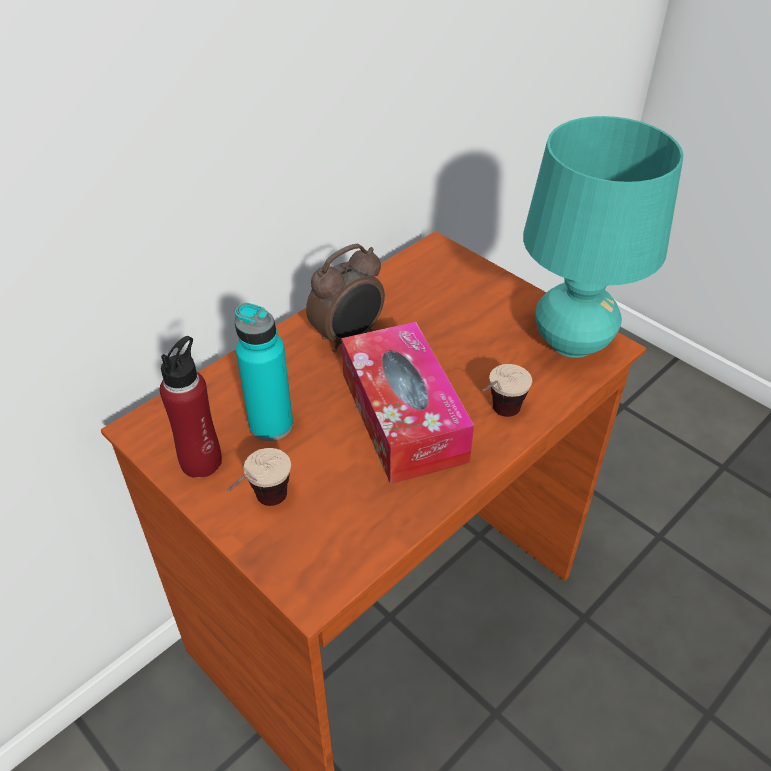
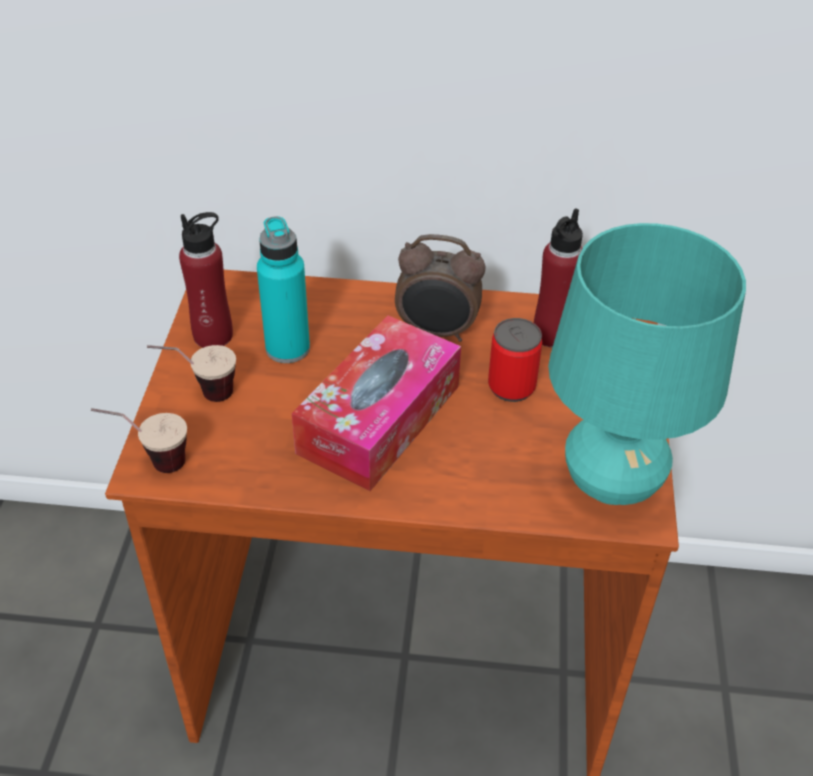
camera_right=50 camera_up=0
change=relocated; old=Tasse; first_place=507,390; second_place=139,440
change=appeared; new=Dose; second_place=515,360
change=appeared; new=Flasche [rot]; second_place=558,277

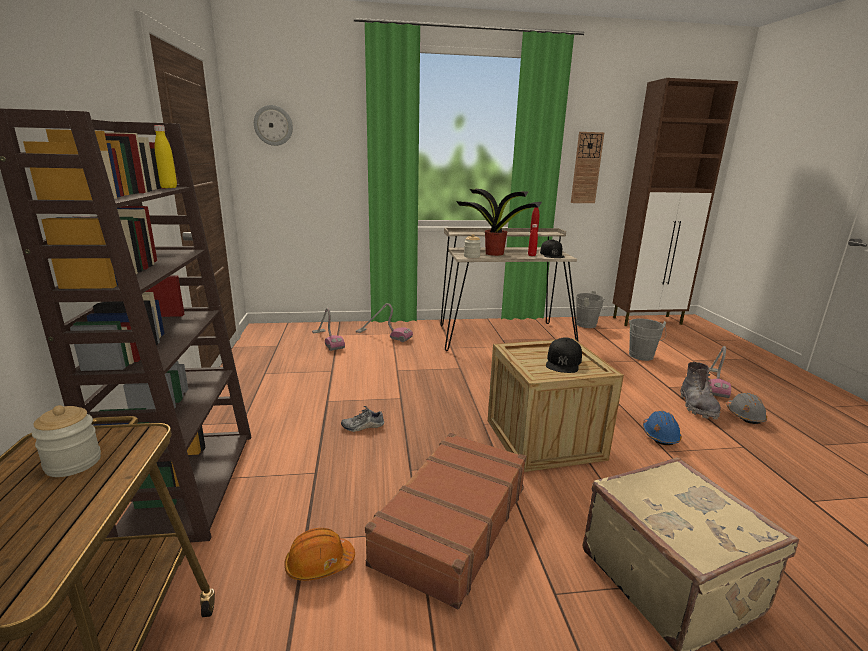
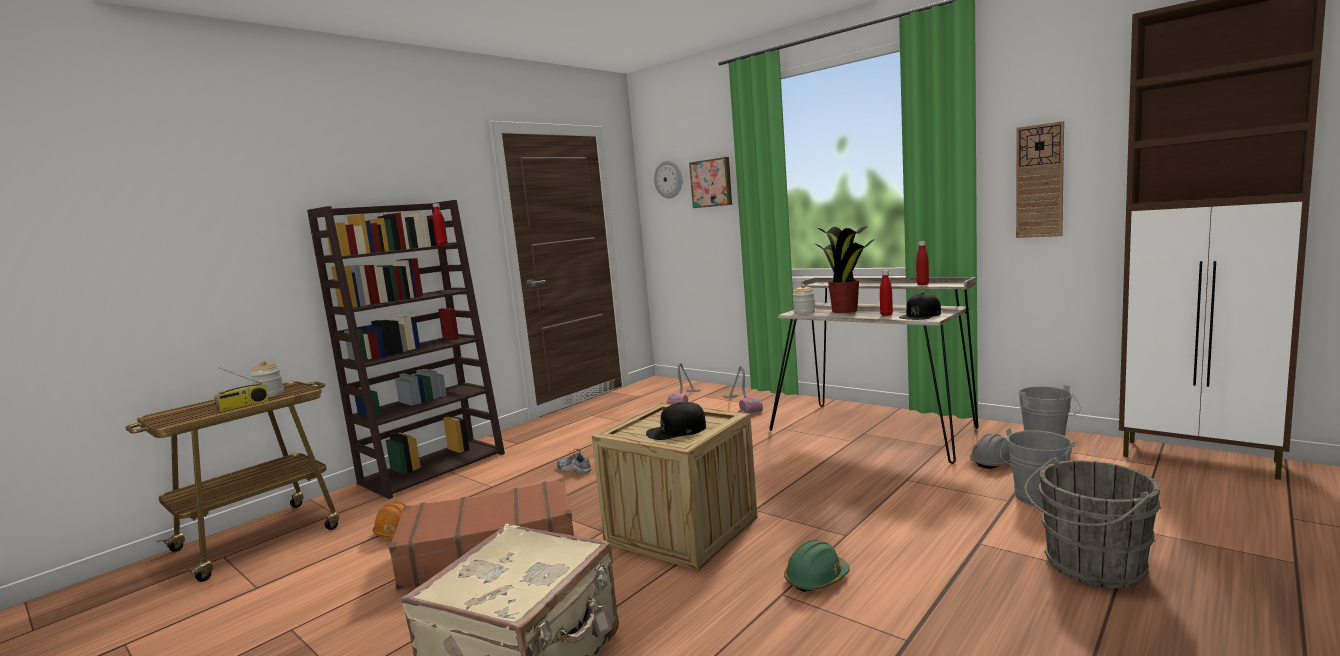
camera_right=50 camera_up=-10
change=colour; old=Flasche [gelb]; new=Flasche [rot]; first_place=165,156; second_place=440,224
change=colour; old=Schutzhelm [blau]; new=Schutzhelm [grün]; first_place=662,428; second_place=817,566
change=missing; old=Stiefel [grau]; first_place=700,390
change=exchanged; old=Staubsauger; new=Eimer [grau]; first_place=720,372; second_place=1092,522
change=relocated; old=Schutzhelm [grau]; first_place=746,408; second_place=990,451
change=appeared; new=Radio; second_place=241,389
change=appeared; new=Bild; second_place=710,182

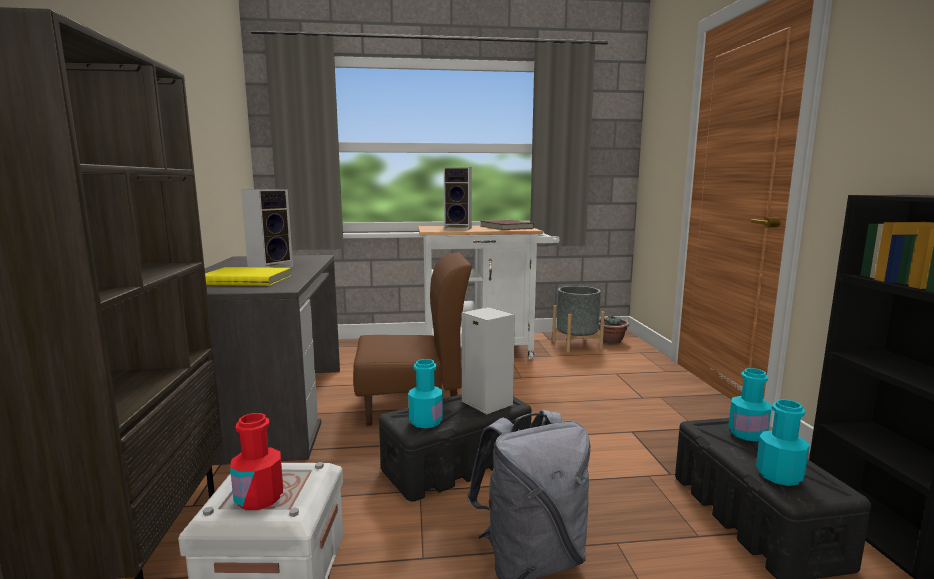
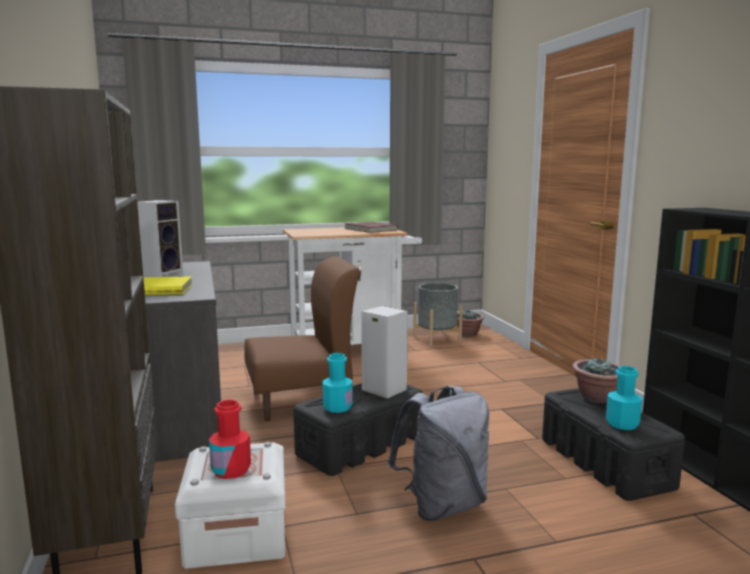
camera_right=-10 camera_up=0
change=missing; old=Lautsprecher; first_place=458,198
change=exchanged; old=Flasche [türkis]; new=Topfpflanze; first_place=750,404; second_place=595,380

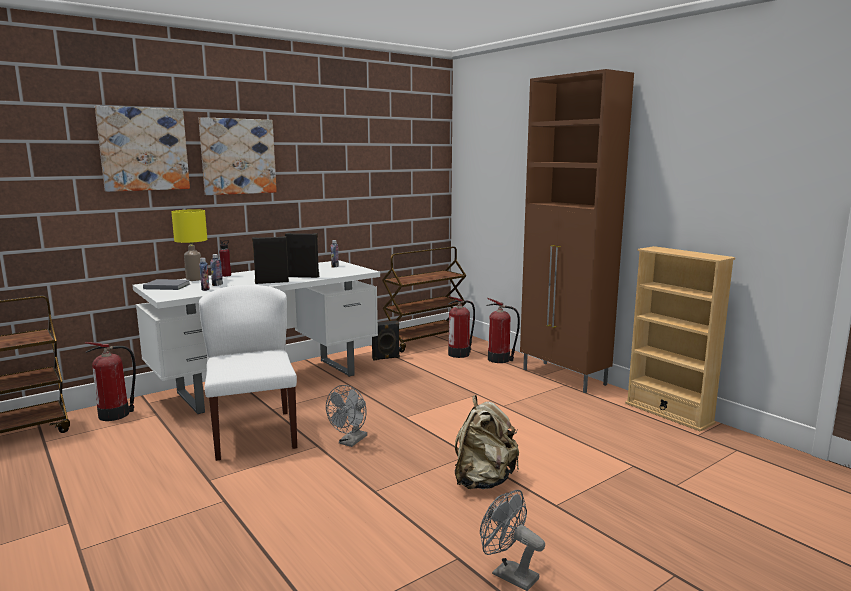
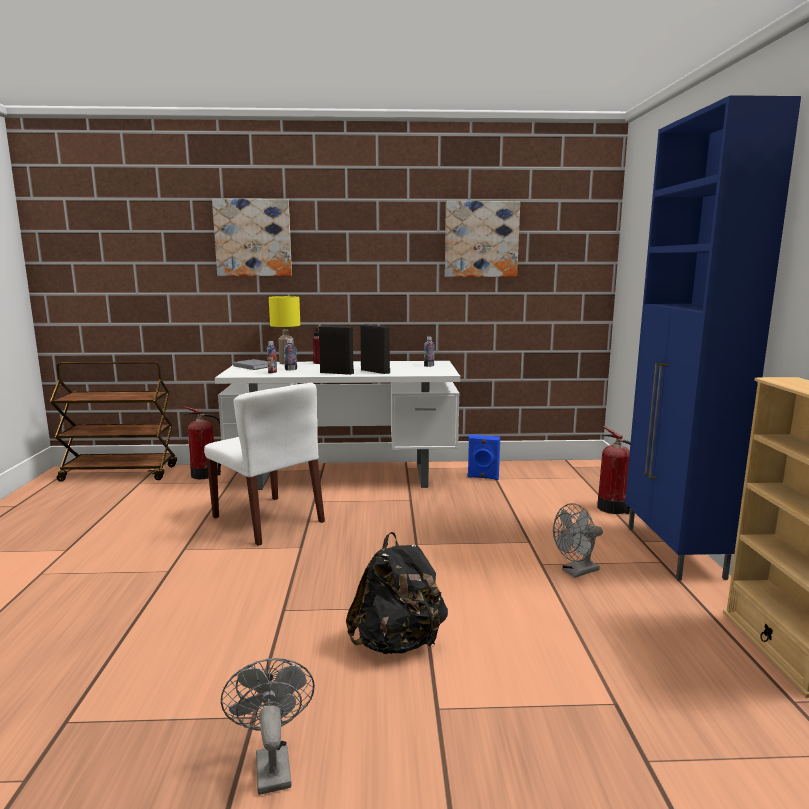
camera_right=35 camera_up=0
change=relocated; old=Bild; first_place=238,156; second_place=482,239
change=spun; old=Stuhl [weiß]; first_place=248,373; second_place=264,464; degrees=120
change=relocated; old=Ventilator [grau]; first_place=346,416; second_place=578,540
change=colour; old=Lautsprecher [schwarz]; new=Lautsprecher [blau]; first_place=386,340; second_place=483,457
change=missing; old=Rollwagen [braun]; first_place=424,299
change=missing; old=Feuerlöscher; first_place=461,327
change=colour; old=Rucksack [beige]; new=Rucksack [schwarz]; first_place=487,442; second_place=397,593
change=colour; old=Schrank [braun]; new=Schrank [blau]; first_place=577,231; second_place=713,338

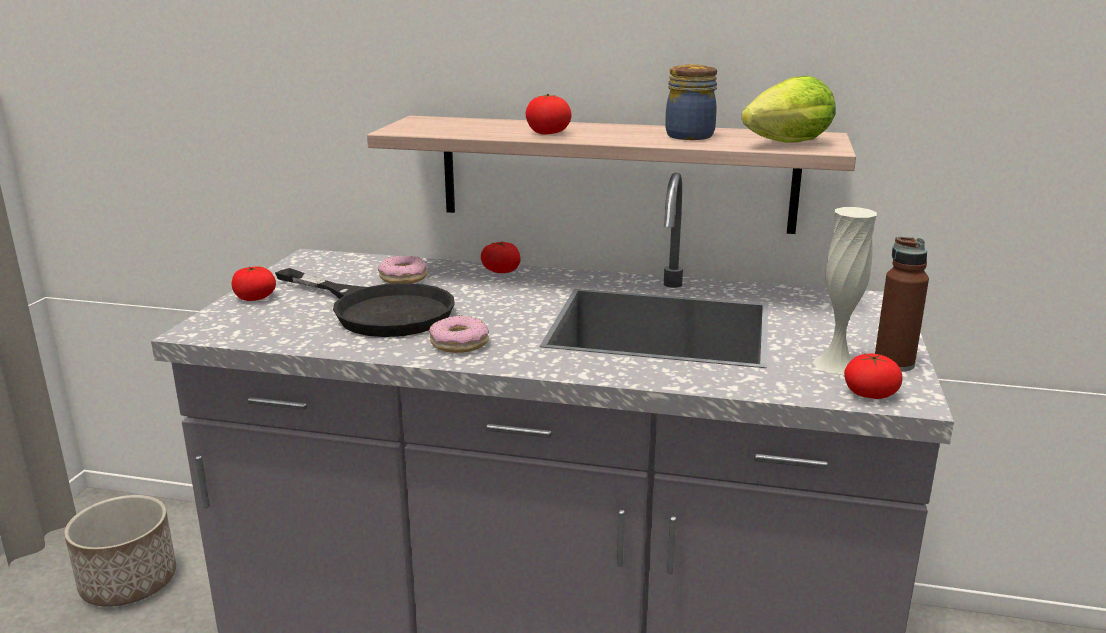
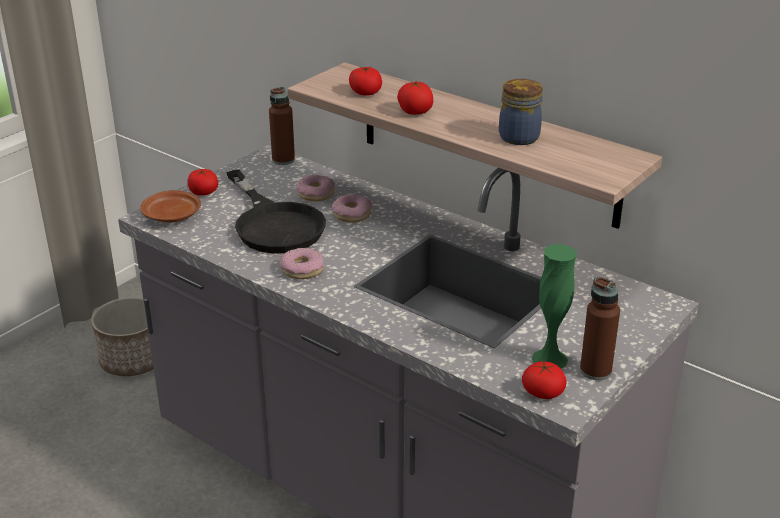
camera_right=25 camera_up=10
change=relocated; old=Tomate; first_place=501,257; second_place=365,81
change=missing; old=Salatkopf; first_place=788,109
change=colour; old=Vase [weiß]; new=Vase [grün]; first_place=845,290; second_place=554,306
change=appeared; new=Teller [braun]; second_place=170,206
change=appeared; new=Flasche [braun]; second_place=282,126
change=appeared; new=Donut; second_place=352,208

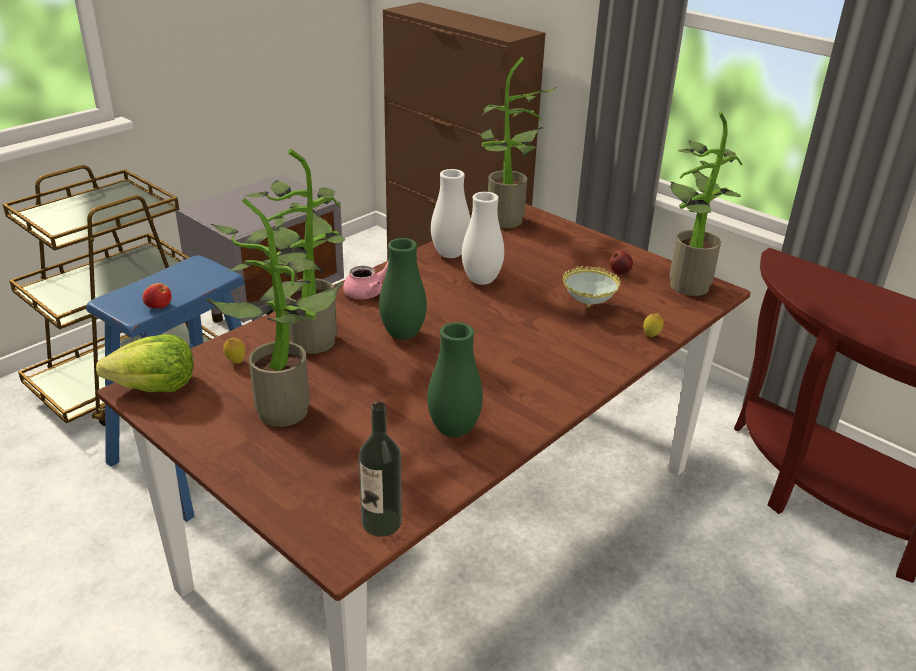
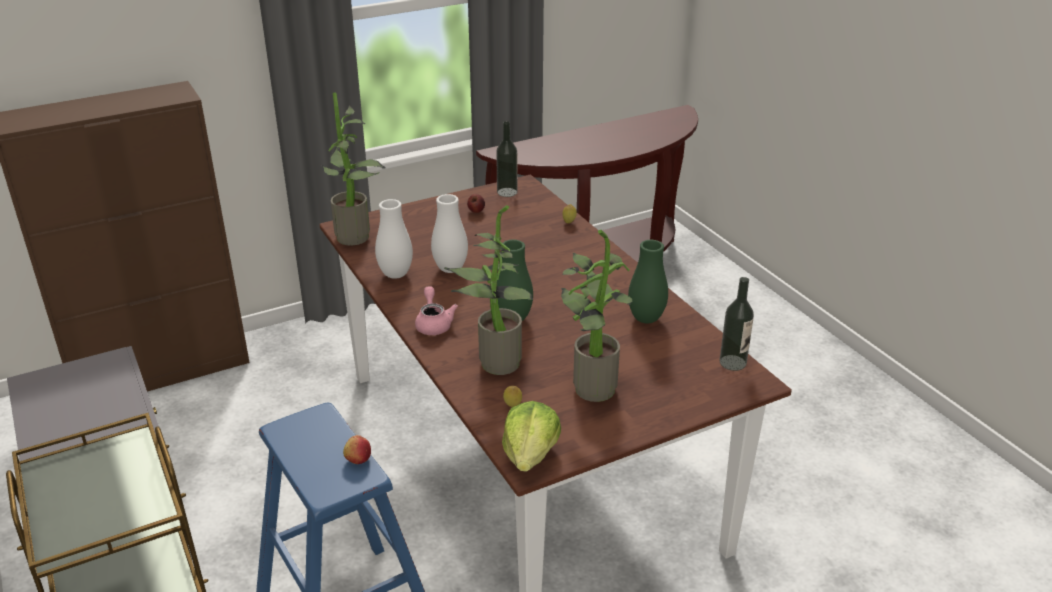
camera_right=-70 camera_up=0
change=missing; old=Schüssel; first_place=592,286
change=exchanged; old=Topfpflanze; new=Flasche; first_place=706,203; second_place=507,159

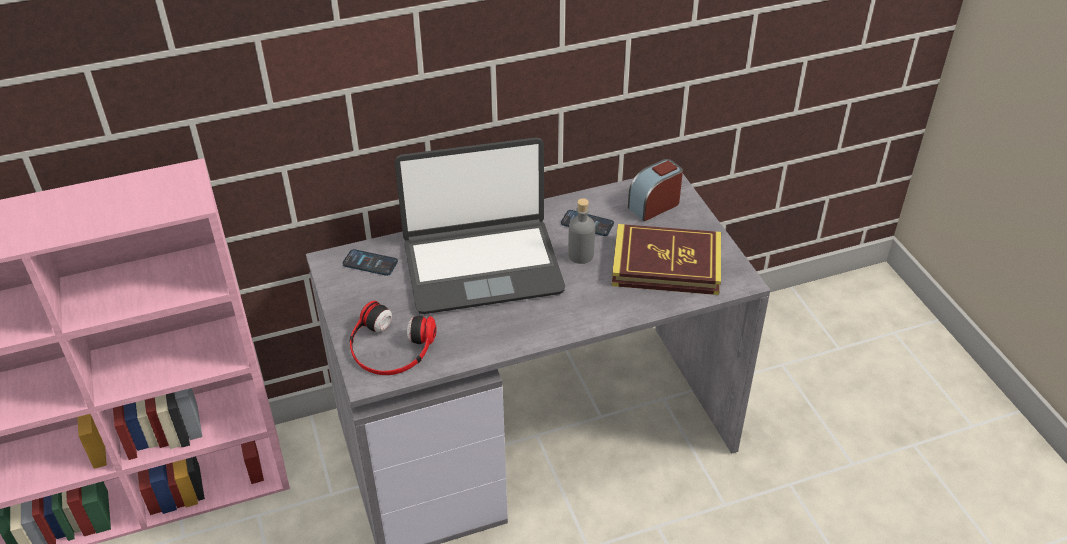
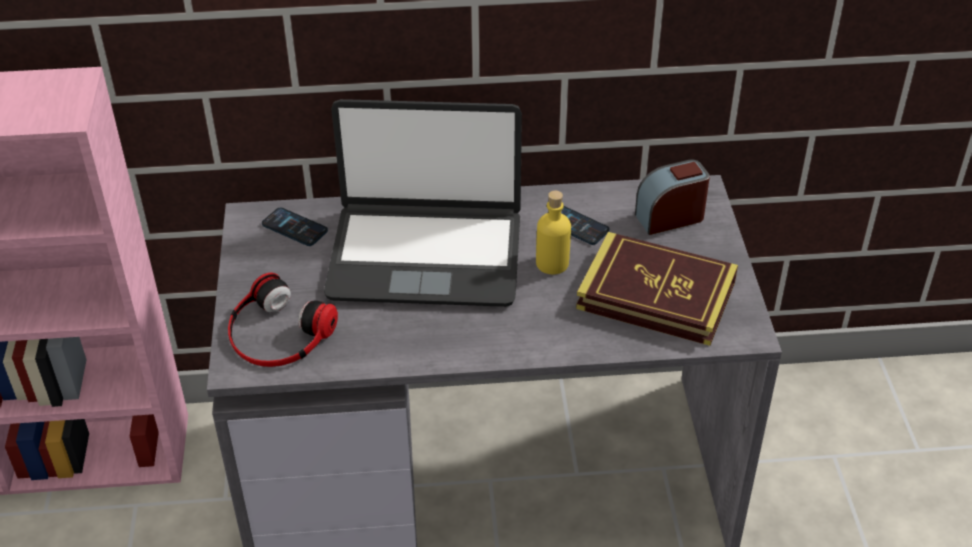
camera_right=15 camera_up=0
change=colour; old=Flasche [grau]; new=Flasche [gelb]; first_place=581,231; second_place=553,232

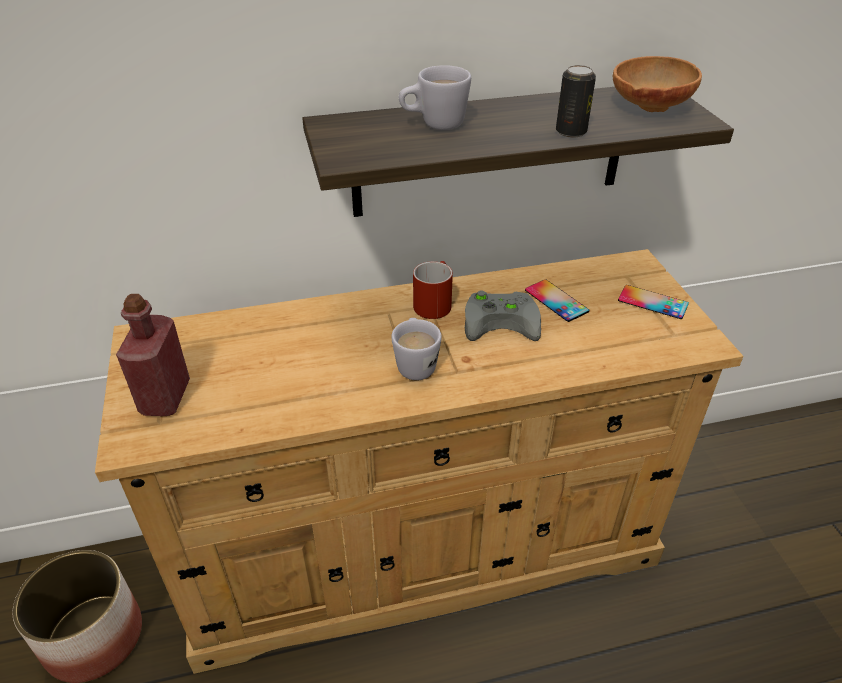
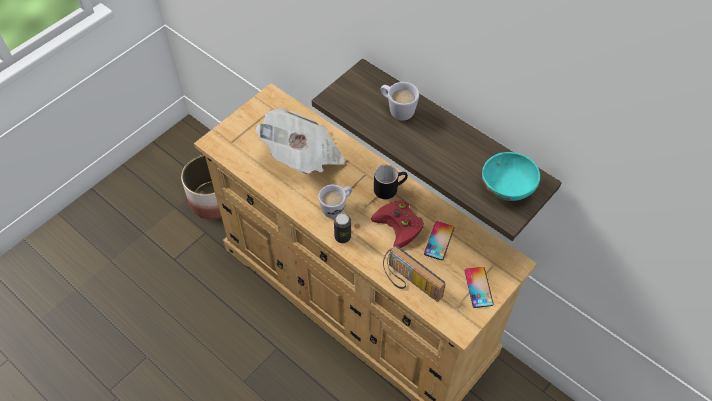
camera_right=55 camera_up=15
change=missing; old=Flasche [rot]; first_place=153,355
change=colour; old=Henkelbecher [rot]; new=Henkelbecher [schwarz]; first_place=433,290; second_place=391,182
change=colour; old=Gamepad [grau]; new=Gamepad [rot]; first_place=503,316; second_place=397,224
change=relocated; old=Dose; first_place=576,101; second_place=342,228
change=colour; old=Schüssel [braun]; new=Schüssel [türkis]; first_place=657,84; second_place=511,176
change=appeared; new=Zeitung; second_place=300,141
change=appeared; new=Radio; second_place=414,274

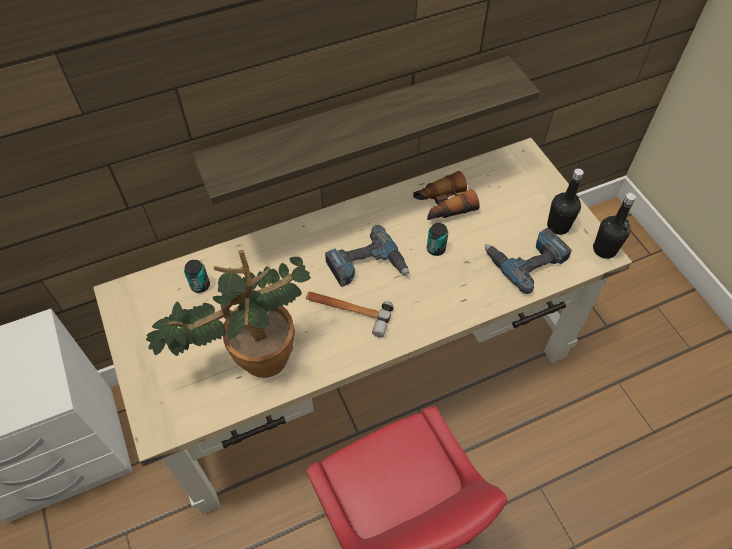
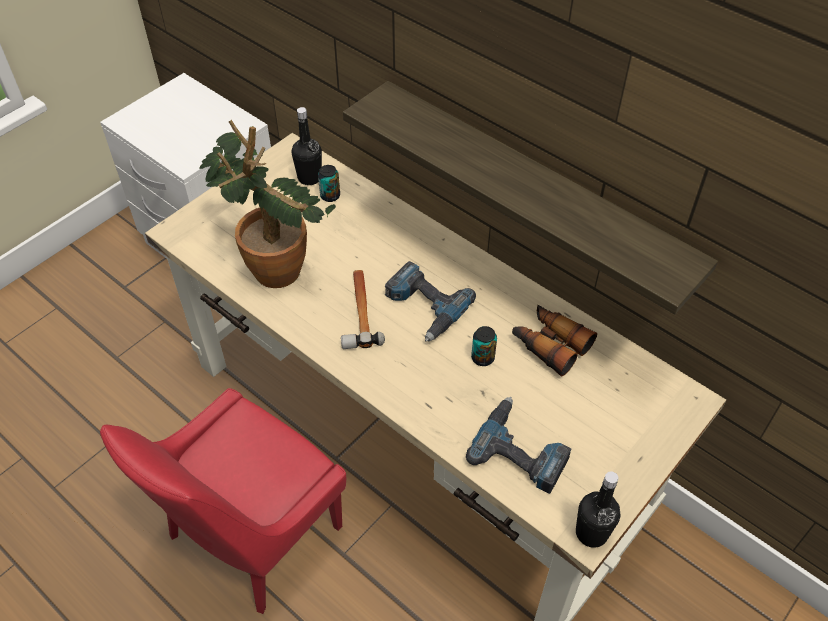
camera_right=65 camera_up=-5
change=relocated; old=Flasche [schwarz]; first_place=565,201; second_place=306,146

